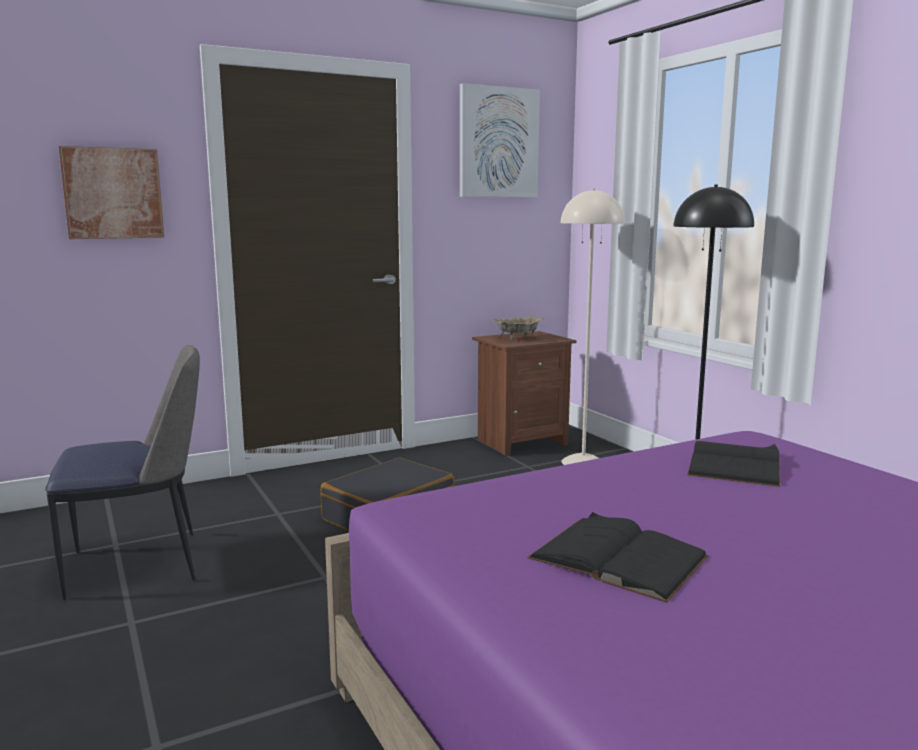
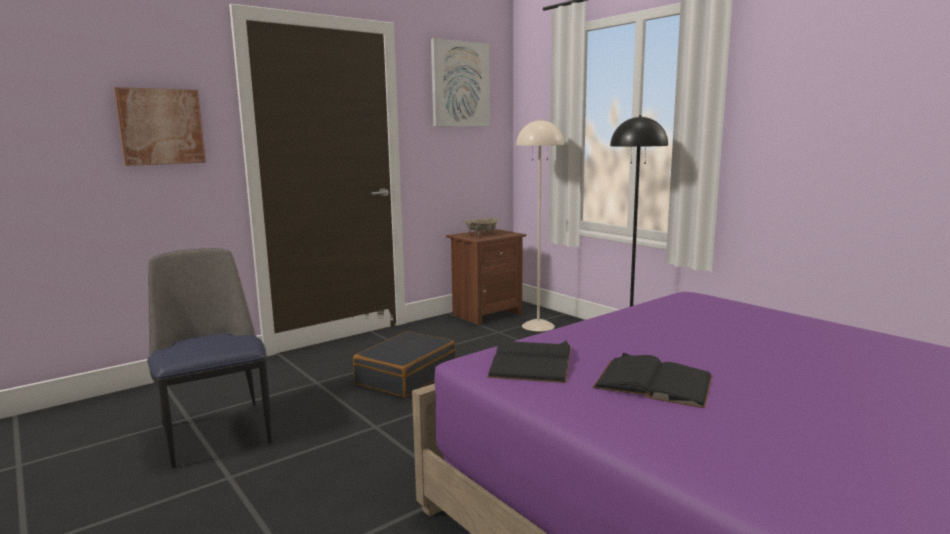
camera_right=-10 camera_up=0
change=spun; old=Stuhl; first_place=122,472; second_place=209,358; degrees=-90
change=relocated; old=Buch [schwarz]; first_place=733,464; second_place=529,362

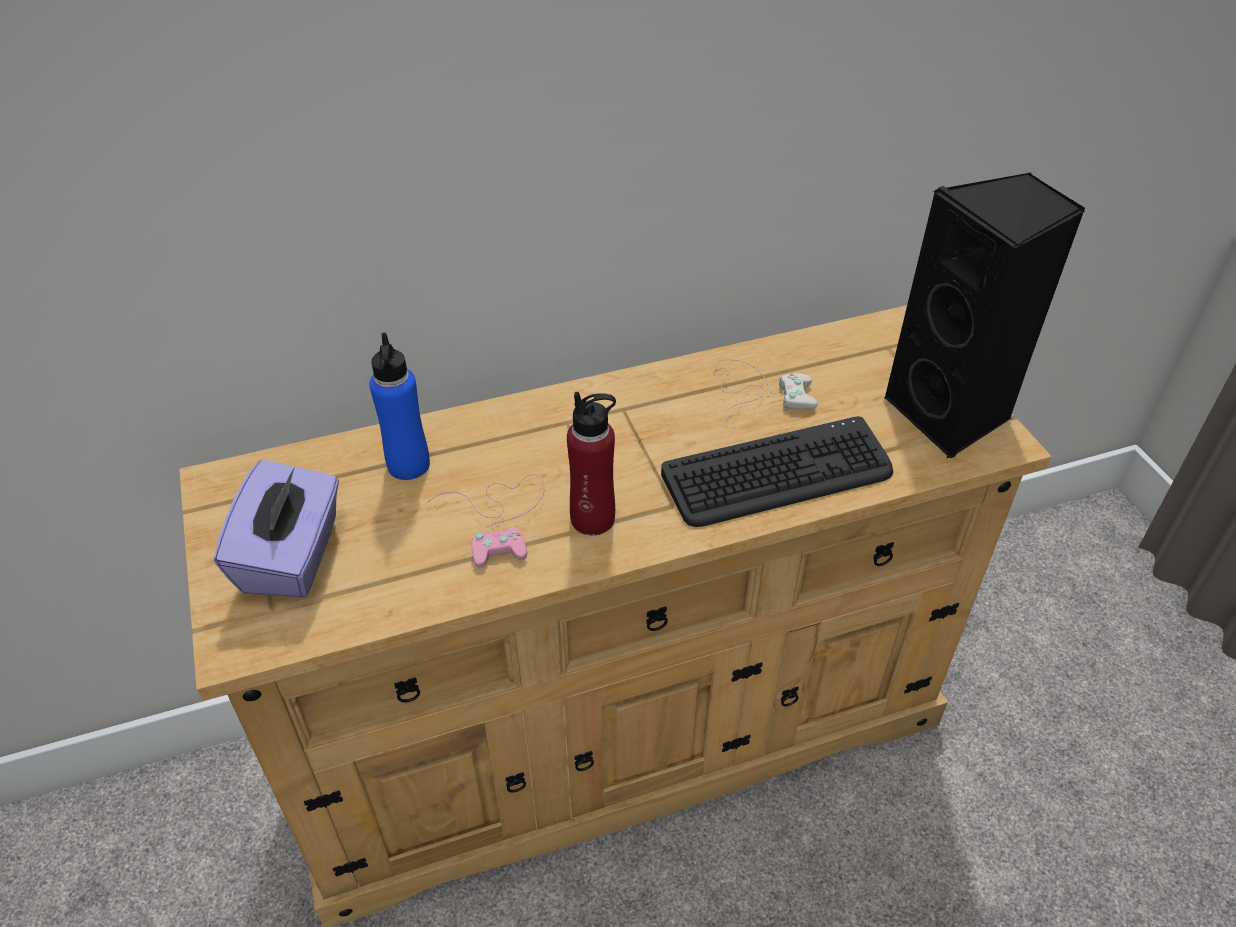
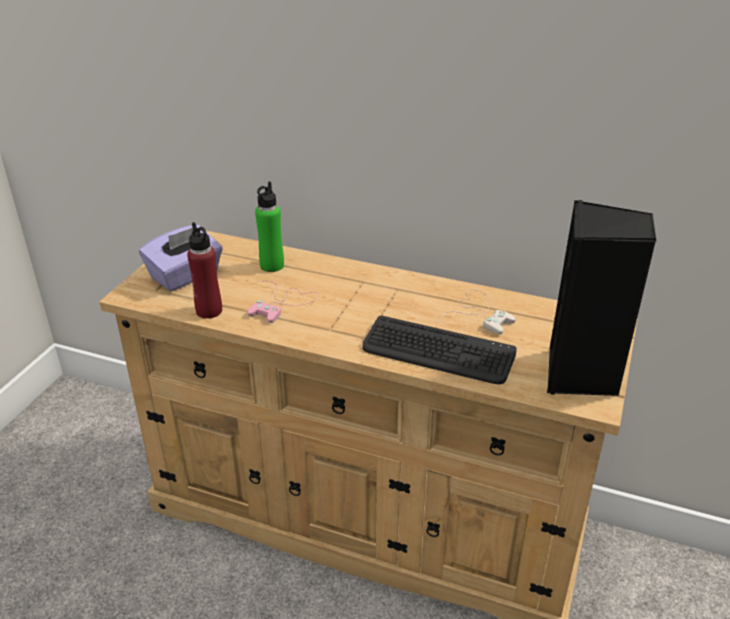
camera_right=40 camera_up=-10
change=colour; old=Flasche [blau]; new=Flasche [grün]; first_place=399,406; second_place=269,227
change=relocated; old=Flasche [rot]; first_place=591,463; second_place=204,270

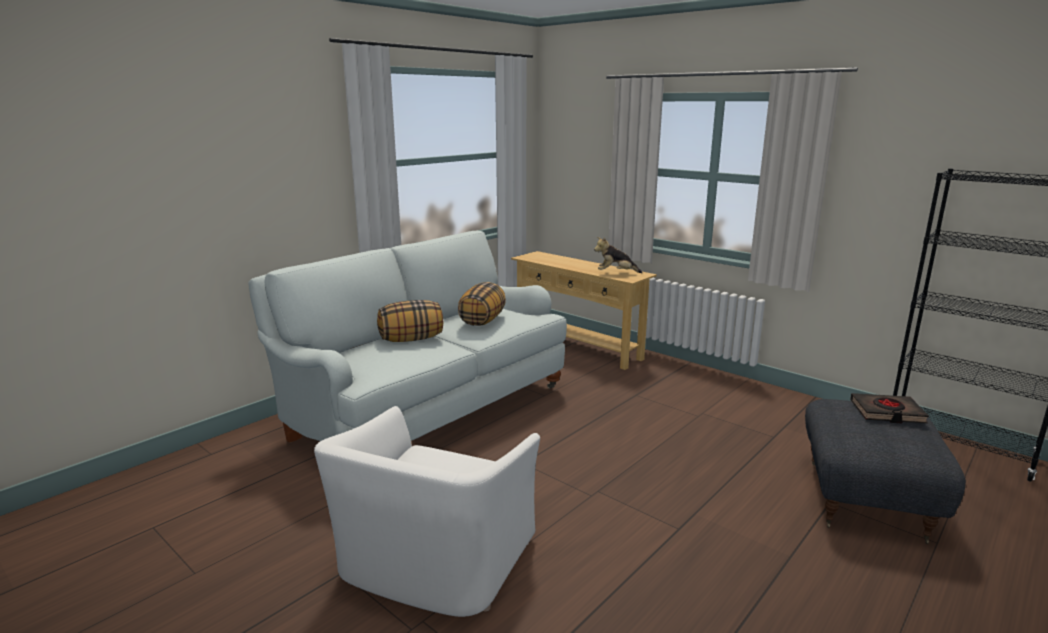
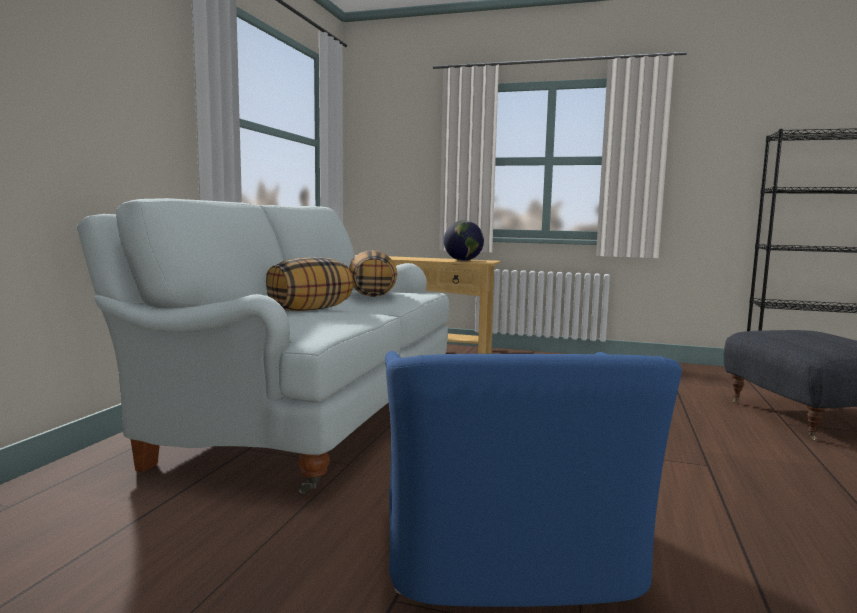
camera_right=-25 camera_up=-10
change=colour; old=Sessel [weiß]; new=Sessel [blau]; first_place=427,511; second_place=533,479
change=exchanged; old=Plüschtier; new=Globus; first_place=618,255; second_place=464,240
change=missing; old=Buch [schwarz]; first_place=889,408

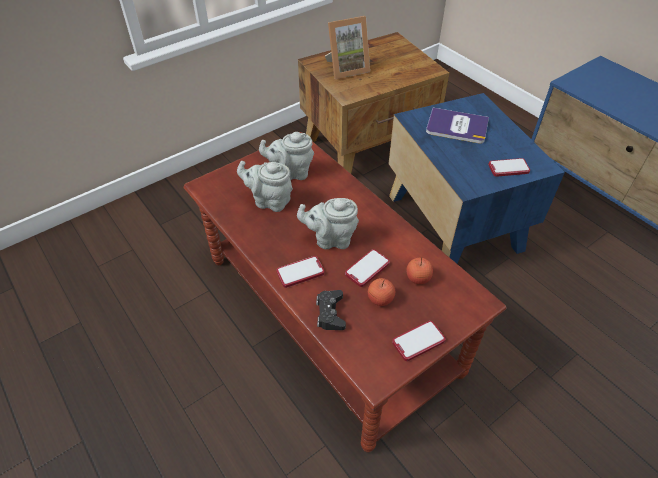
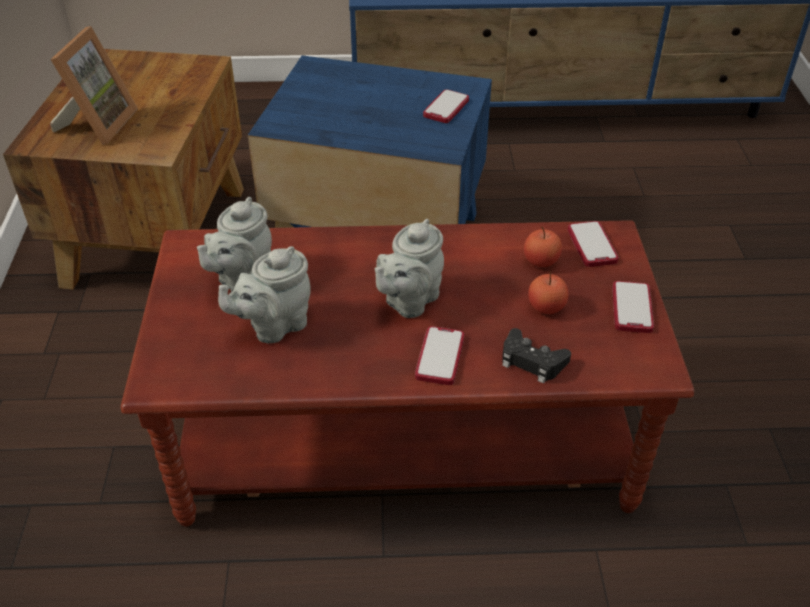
camera_right=-55 camera_up=-5
change=relocated; old=Handy; first_place=367,268; second_place=593,244
change=missing; old=Buch; first_place=457,126

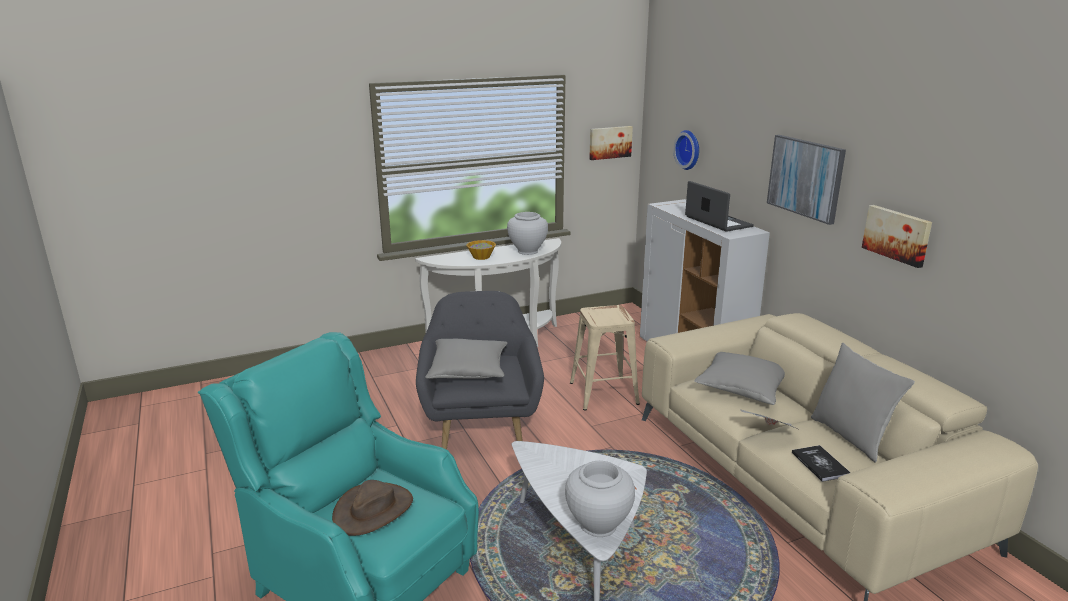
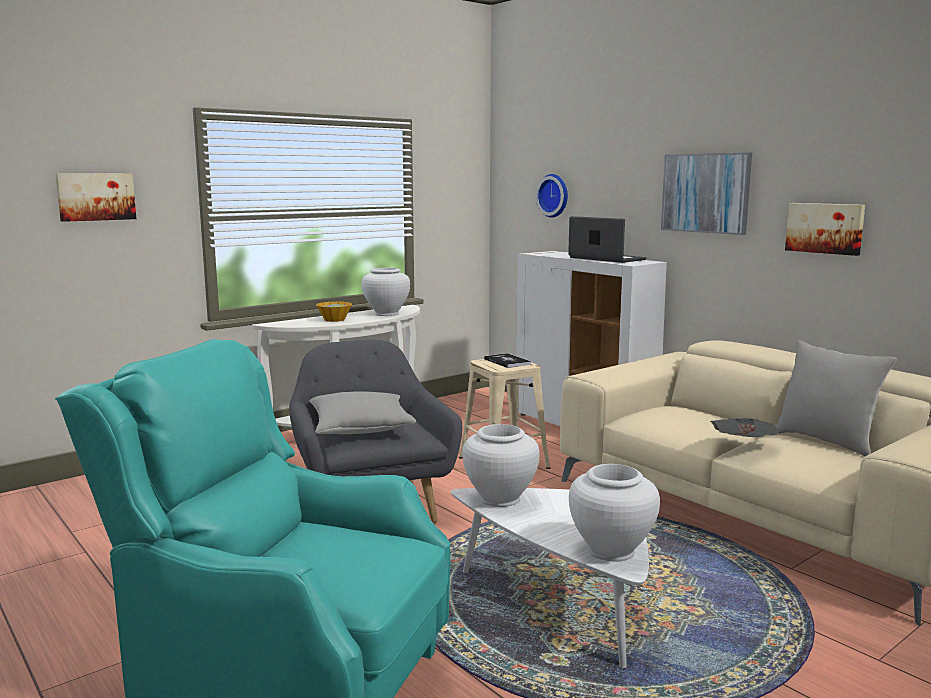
camera_right=-15 camera_up=-10
change=missing; old=Hut [braun]; first_place=372,508
change=relocated; old=Bild; first_place=611,143; second_place=95,197
change=missing; old=Kissen [grau]; first_place=739,378
change=relocated; old=Buch; first_place=821,463; second_place=507,360
change=appeared; new=Vase [weiß]; second_place=501,465

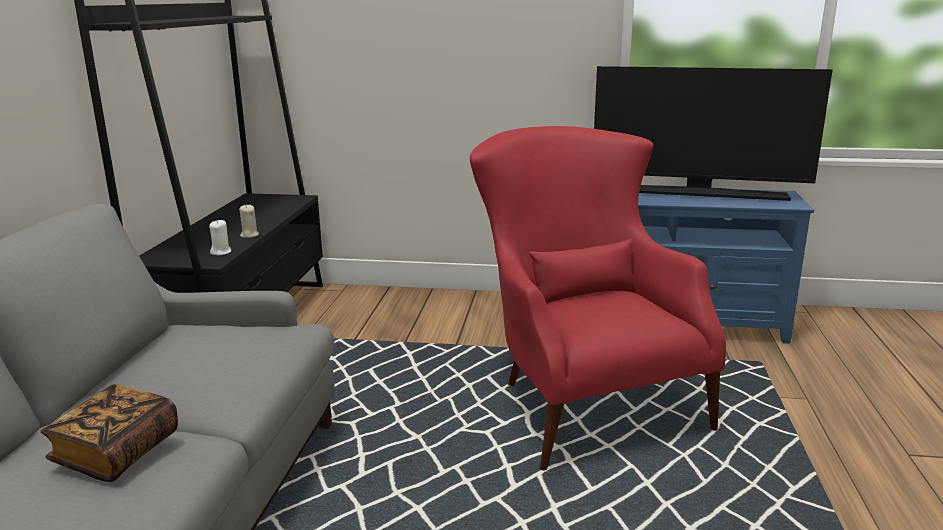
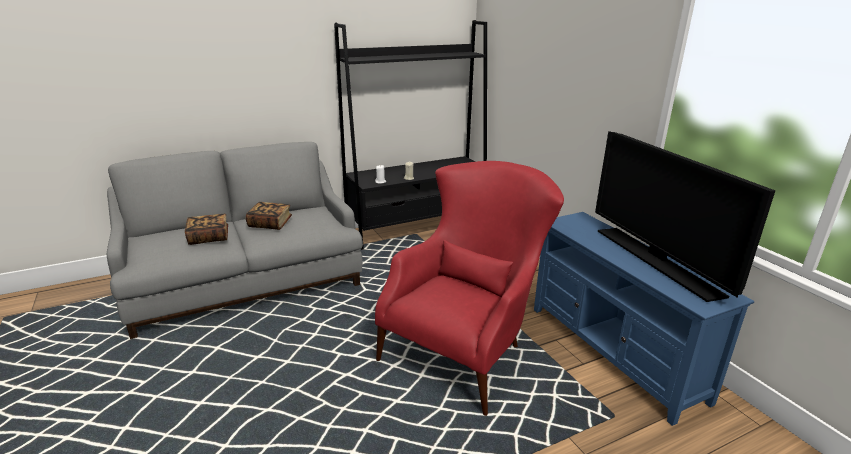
camera_right=55 camera_up=5
change=appeared; new=Buch; second_place=269,216

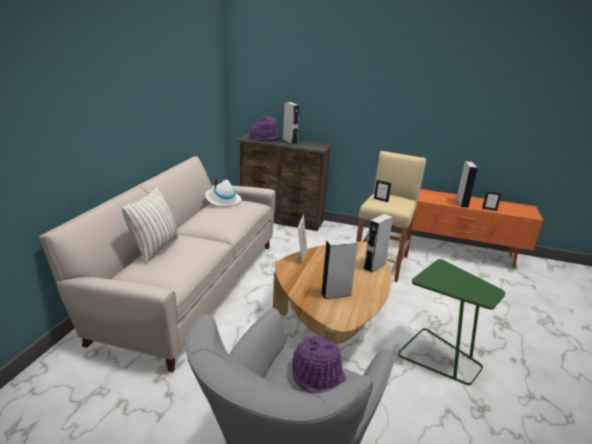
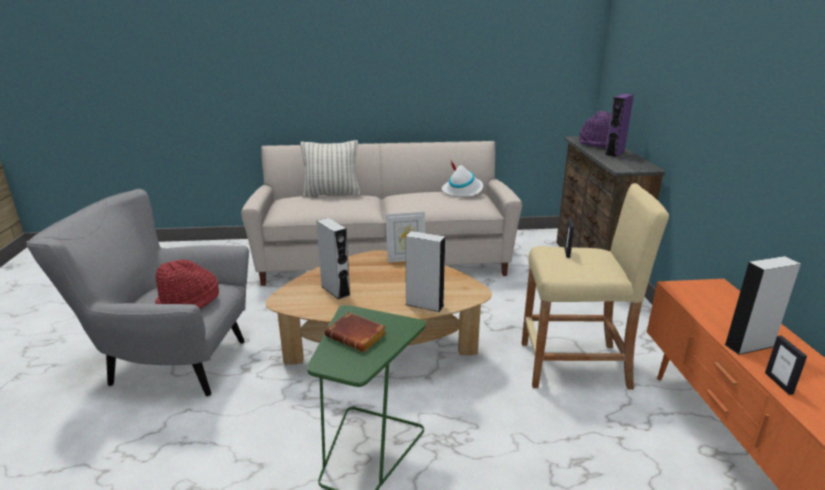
camera_right=70 camera_up=0
change=colour; old=Lautsprecher [grau]; new=Lautsprecher [lila]; first_place=291,123; second_place=619,125
change=colour; old=Hut [lila]; new=Hut [rot]; first_place=319,364; second_place=187,284
change=appeared; new=Buch [braun]; second_place=355,332

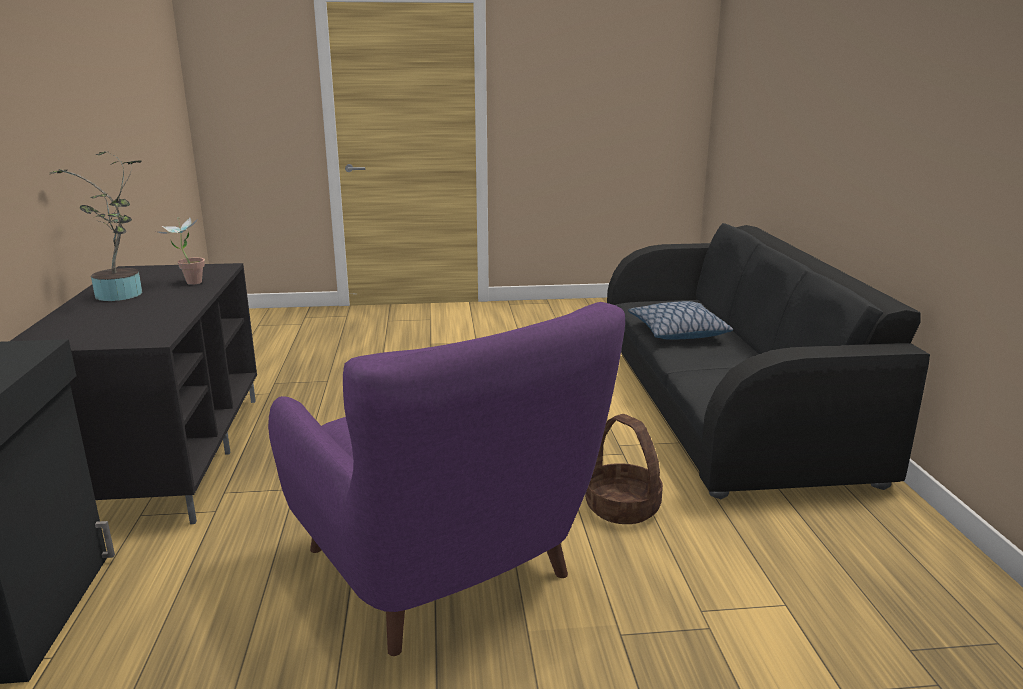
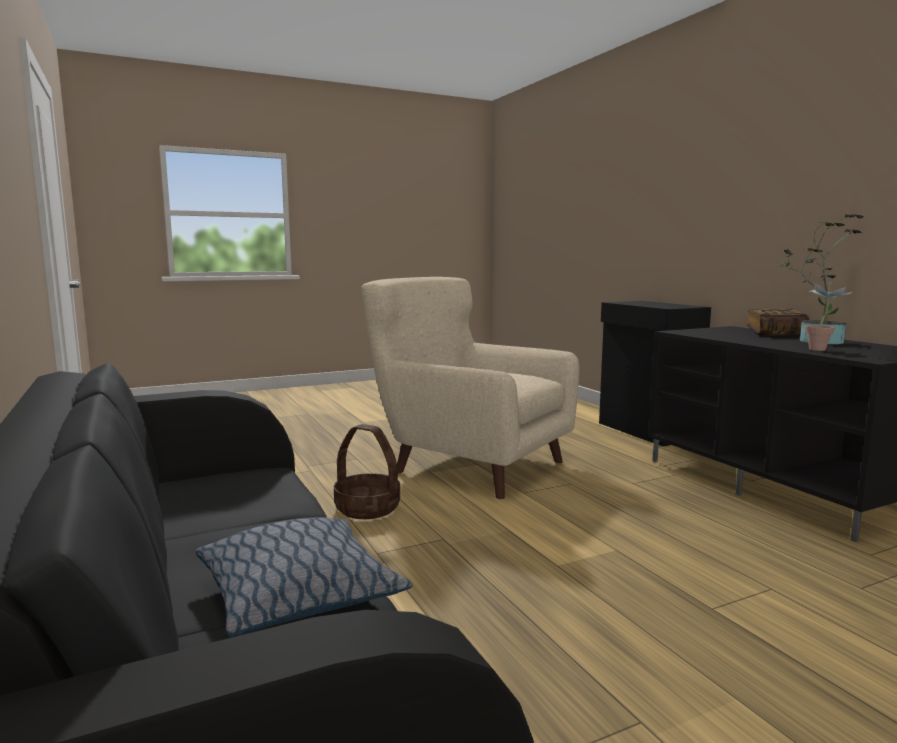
camera_right=160 camera_up=-10
change=colour; old=Sessel [lila]; new=Sessel [beige]; first_place=446,479; second_place=470,388
change=appeared; new=Buch; second_place=778,322

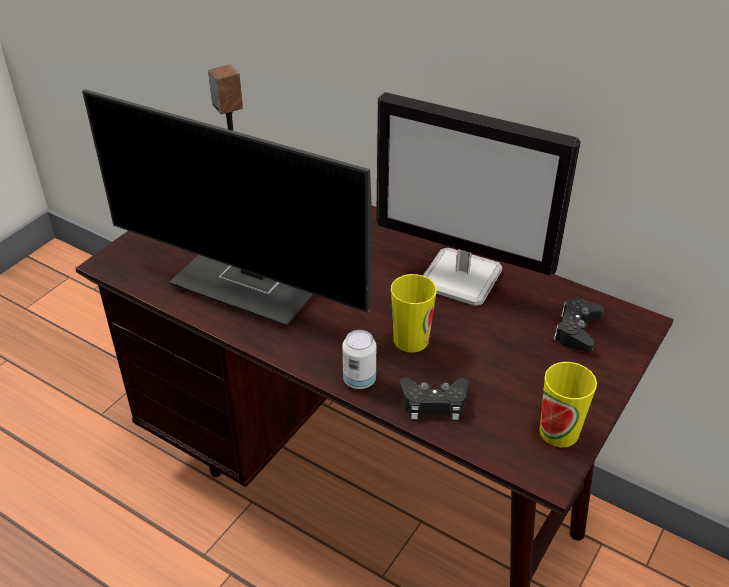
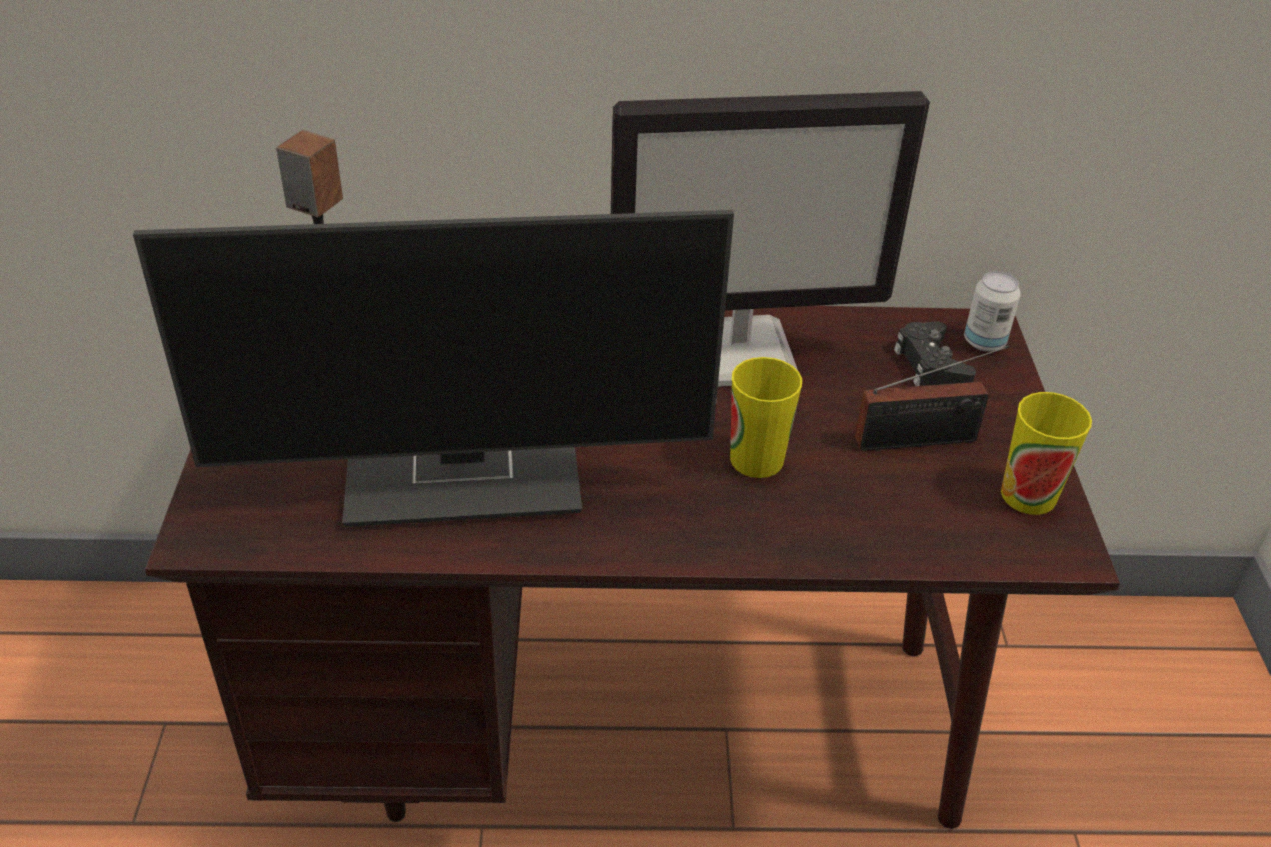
camera_right=-35 camera_up=0
change=relocated; old=Dose; first_place=359,359; second_place=992,311
change=missing; old=Gamepad [schwarz]; first_place=434,398
change=appeared; new=Radio; second_place=932,398

